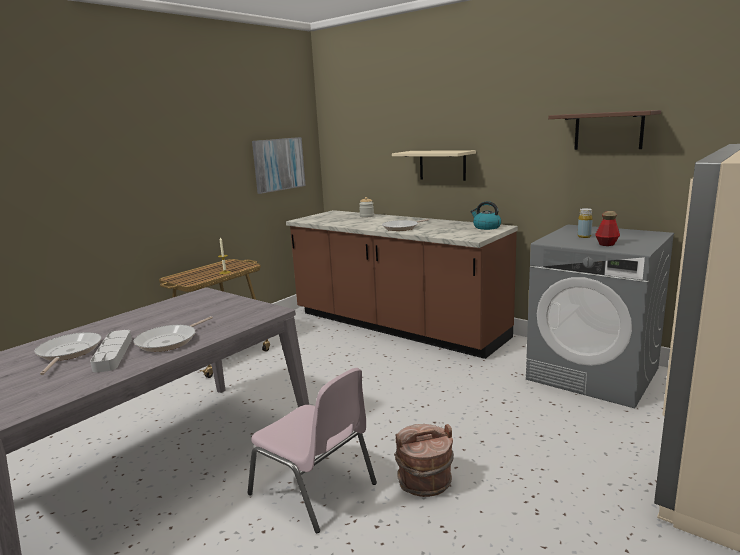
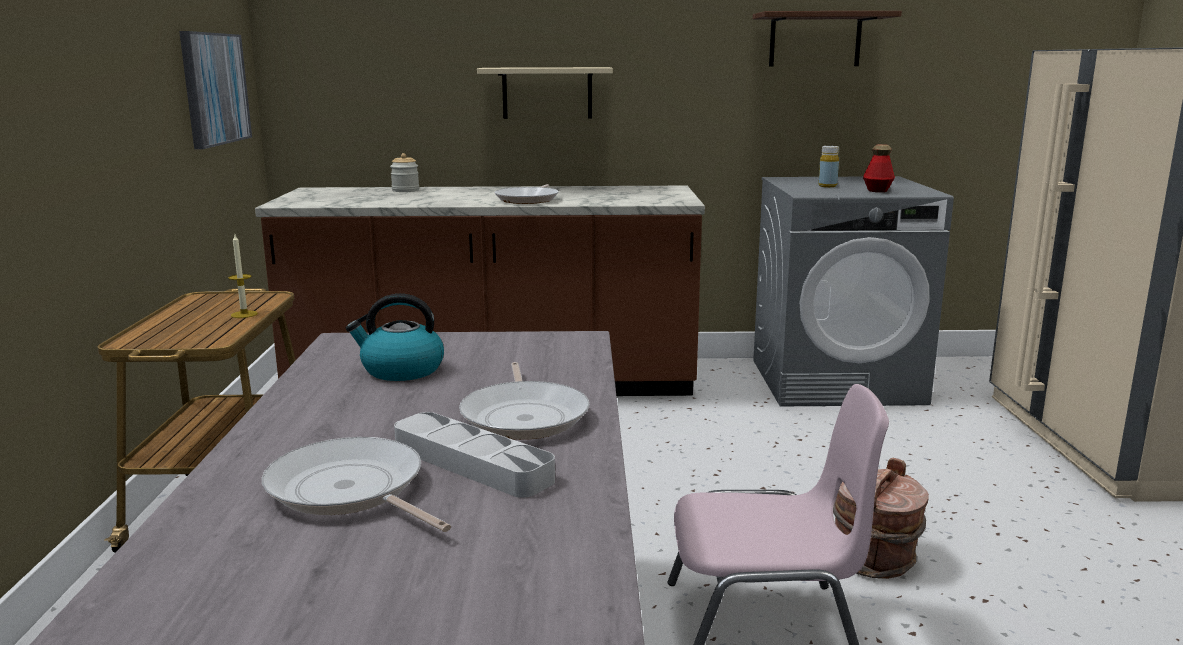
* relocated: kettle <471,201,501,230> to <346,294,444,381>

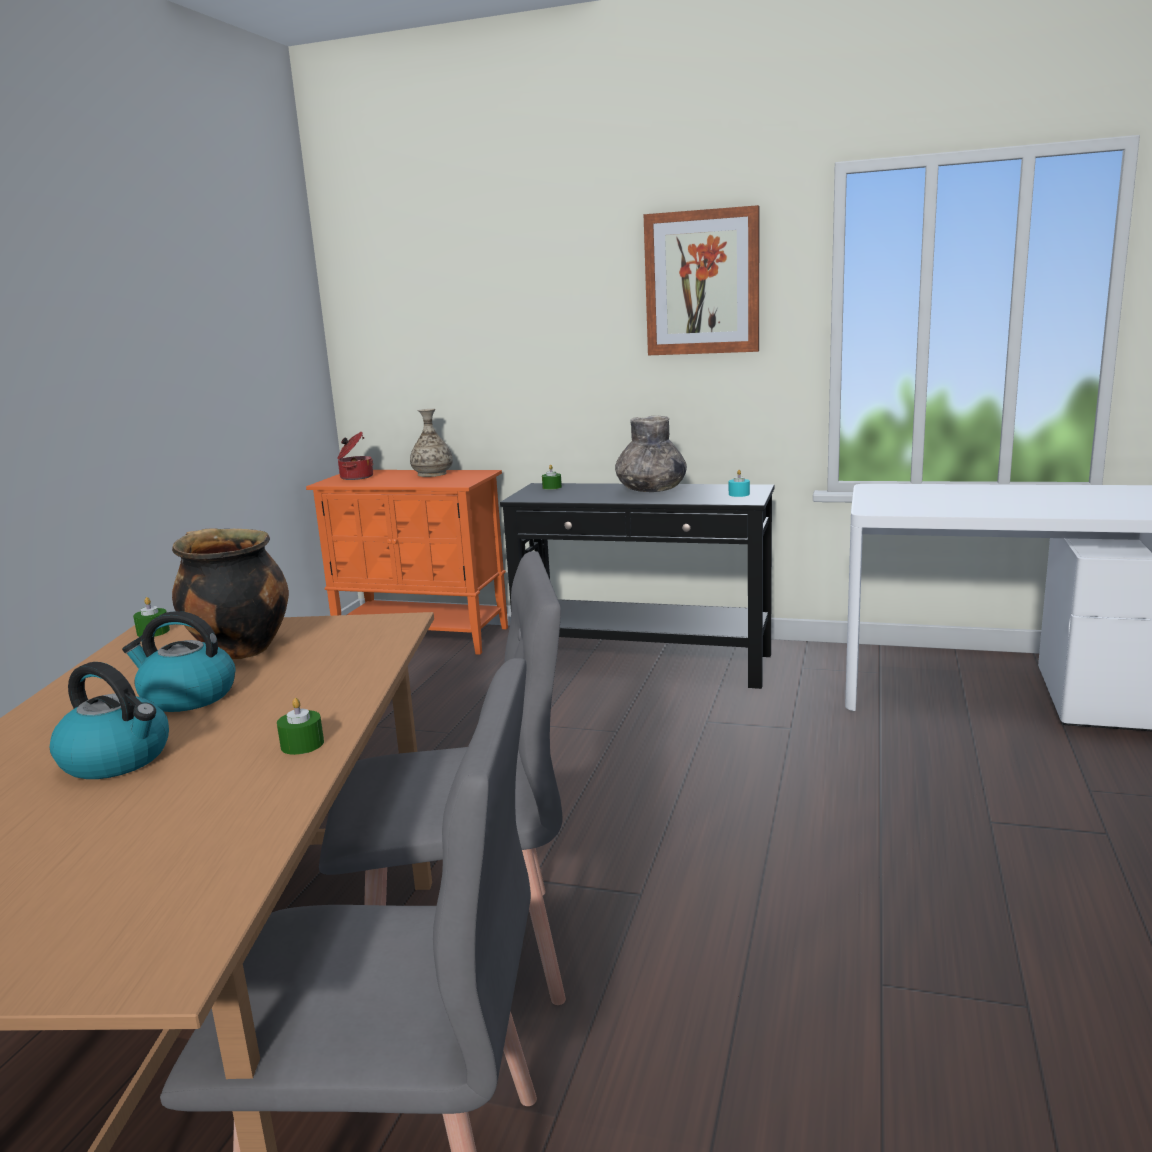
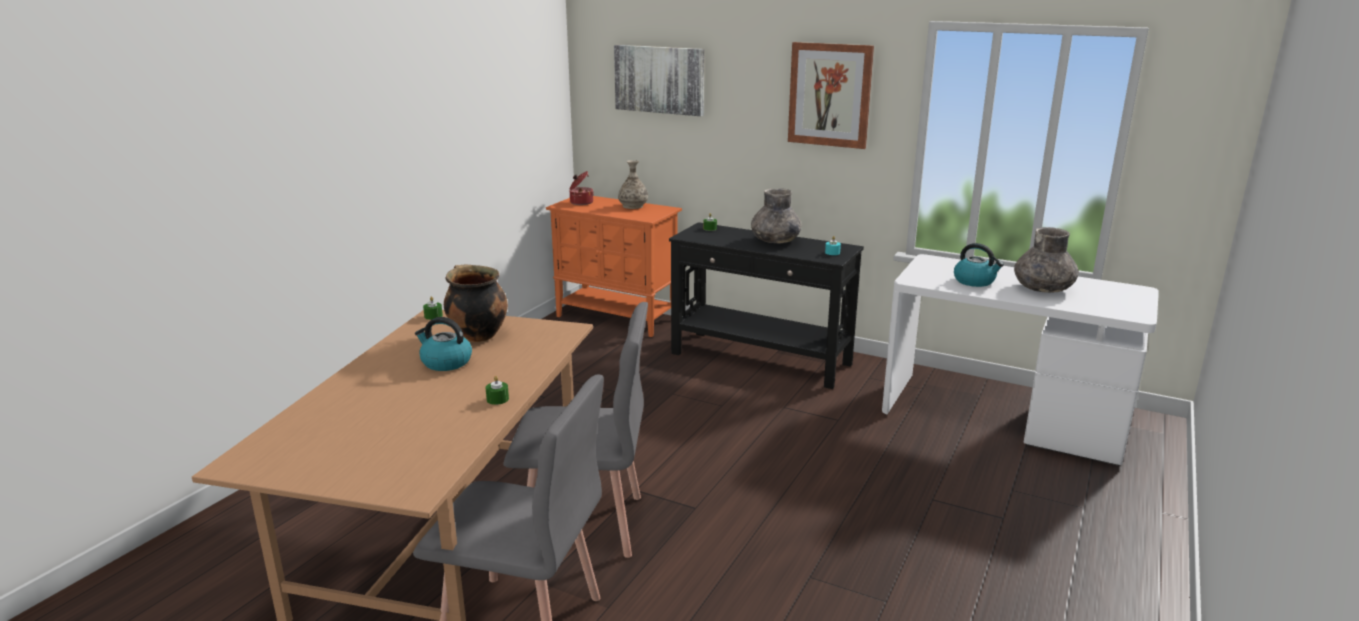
* relocated: kettle <50,662,169,779> to <954,243,1004,287>
* appeared: picture <614,45,704,116>
* appeared: grey decorative vase <1014,227,1079,293>

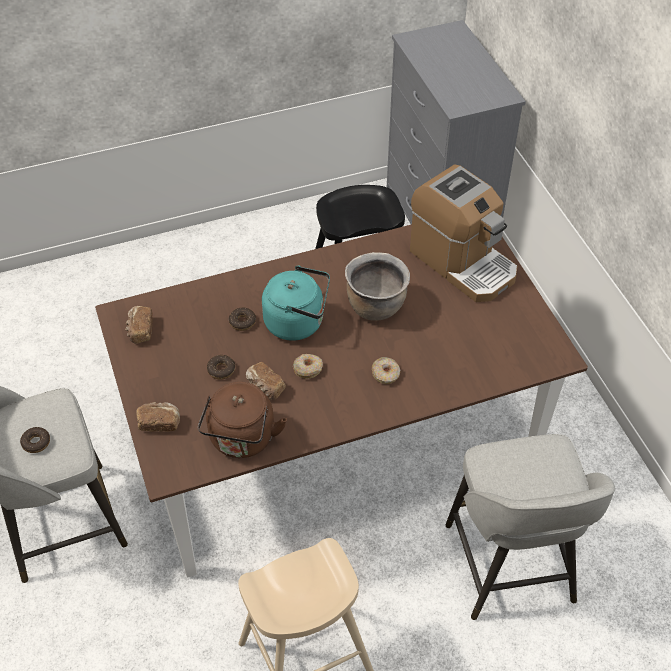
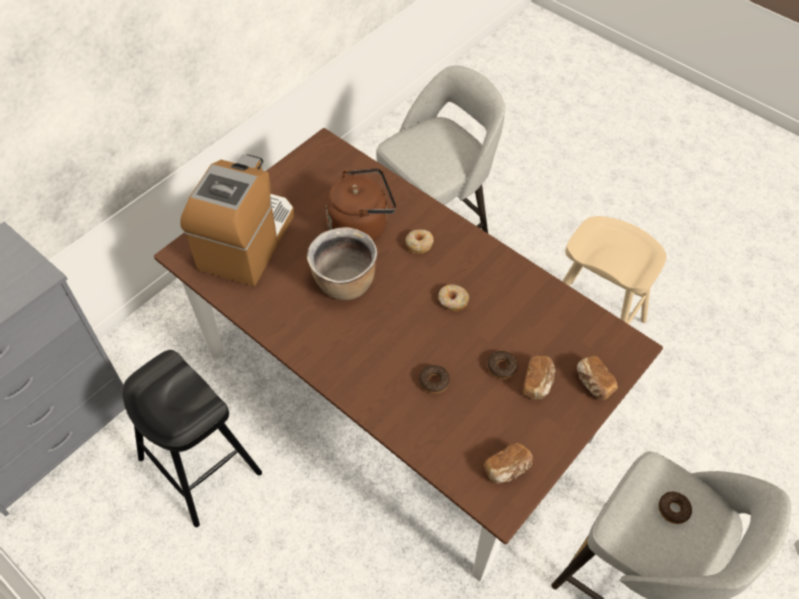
* relocated: brown-coloured kettle <198,382,287,458> to <326,168,396,241>
* relocated: baked bread <246,362,286,400> to <522,356,556,400>
* missing: turquoise kettle <262,265,330,341>

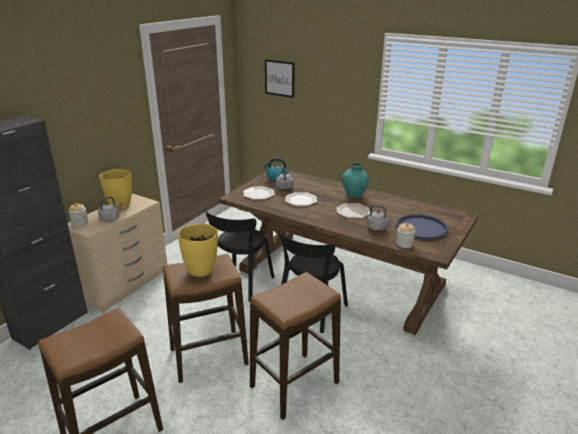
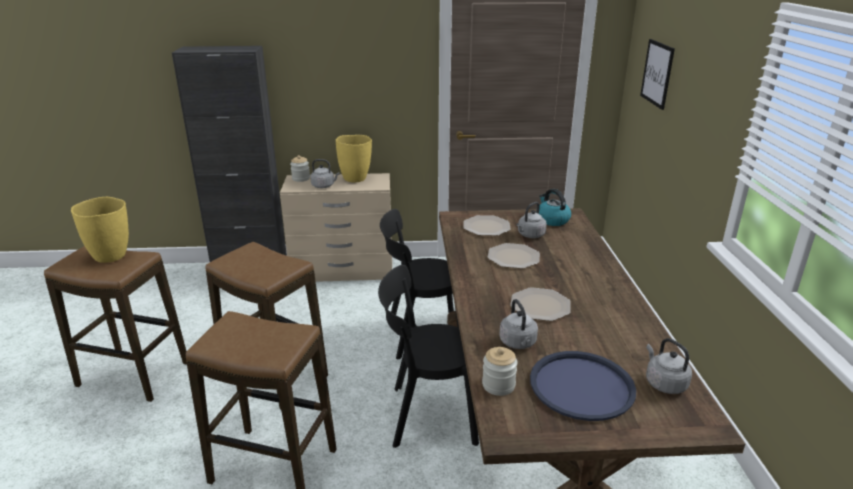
* relocated: yellowish decorative vase <178,223,218,277> to <71,197,129,263>
* missing: turquoise decorative vase <342,163,369,198>
* appeared: grey kettle <646,338,692,394>

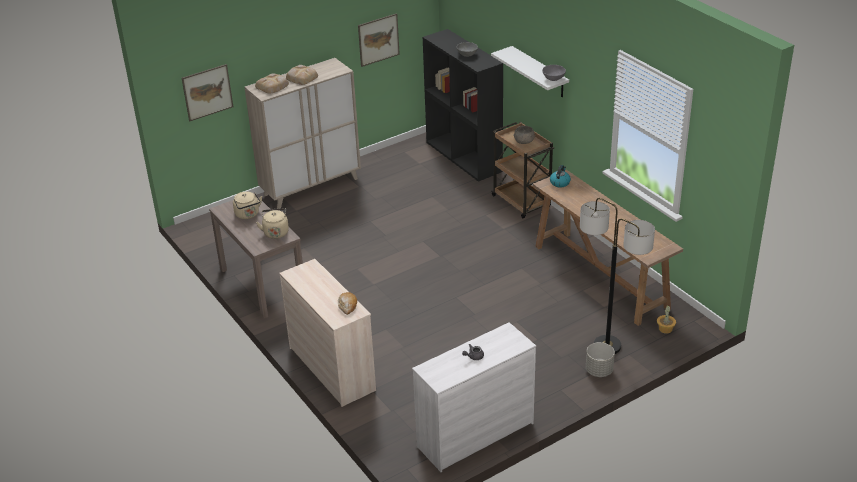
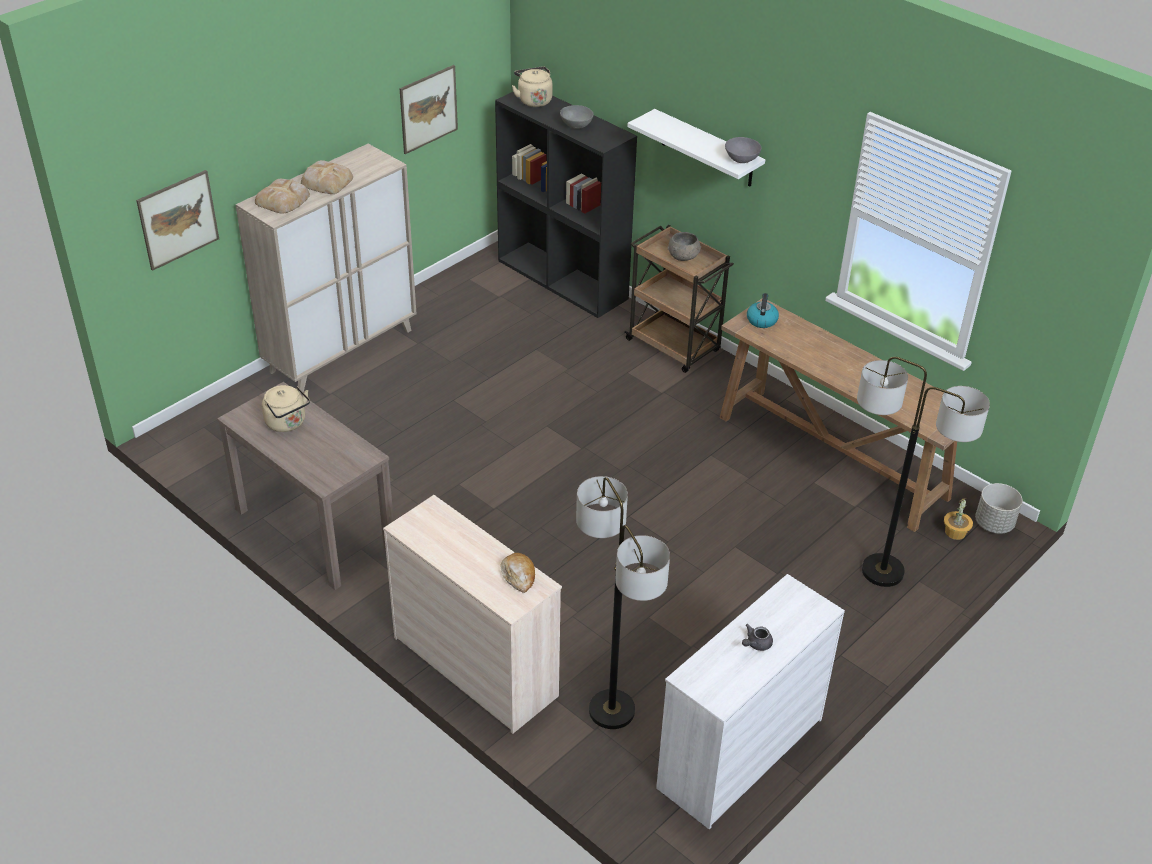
* relocated: beige-coloured kettle <256,208,289,239> to <512,67,553,107>
* relocated: grey flower pot <586,342,615,377> to <975,483,1023,534>
* appeared: standing lamp <576,476,670,729>

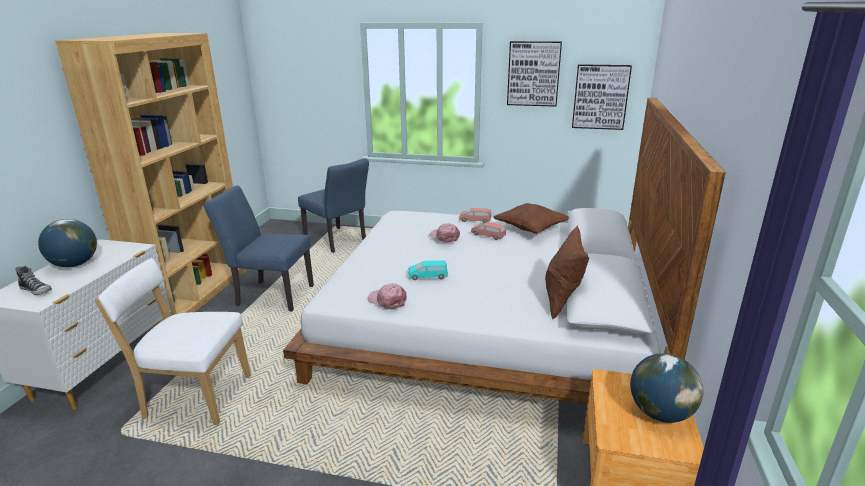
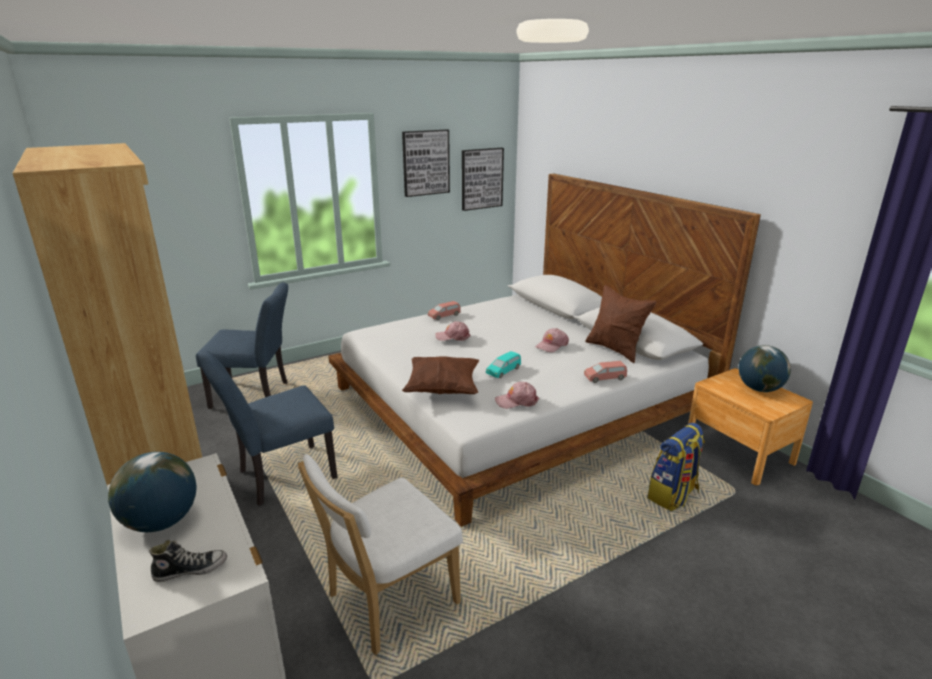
* relocated: pink-coloured toy car <471,222,506,240> to <584,361,627,383>
* relocated: brown-coloured throw pillow <493,203,569,234> to <402,356,479,394>
* appeared: pink-coloured cap <536,328,569,352>
* appeared: backpack <648,423,705,511>

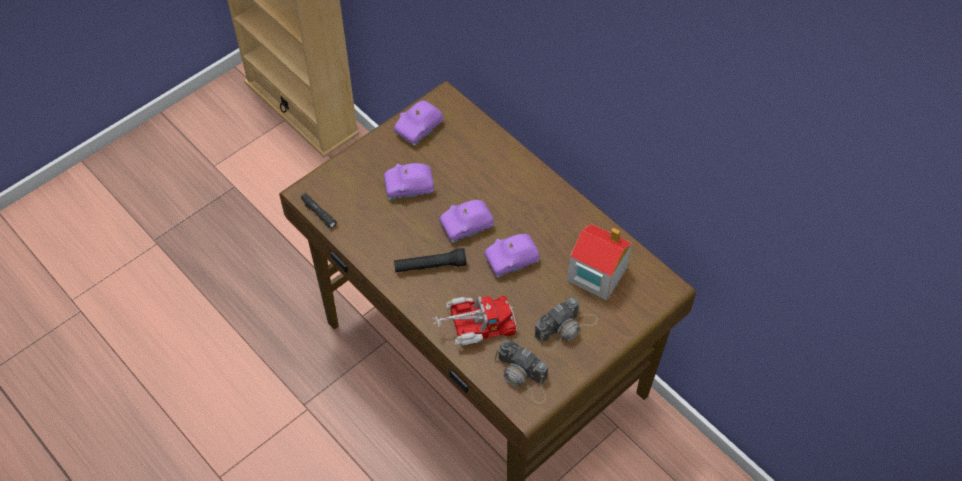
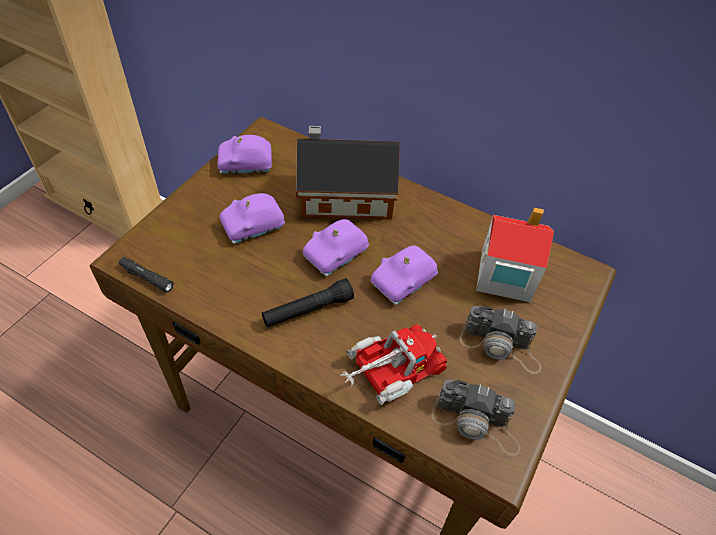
* spun: purple-coloured toy car <394,100,444,146> = <218,135,272,174> 60 degrees clockwise
* spun: photo camera <534,297,598,351> = <460,306,542,374> 75 degrees clockwise
* appeared: toy house <296,126,400,220>

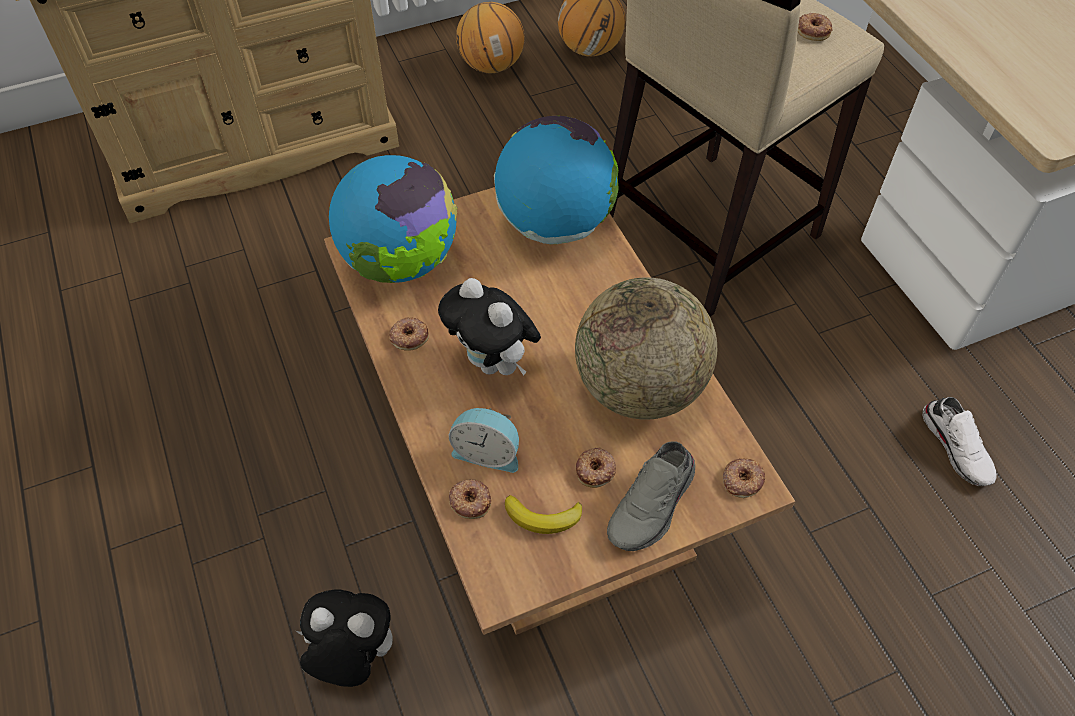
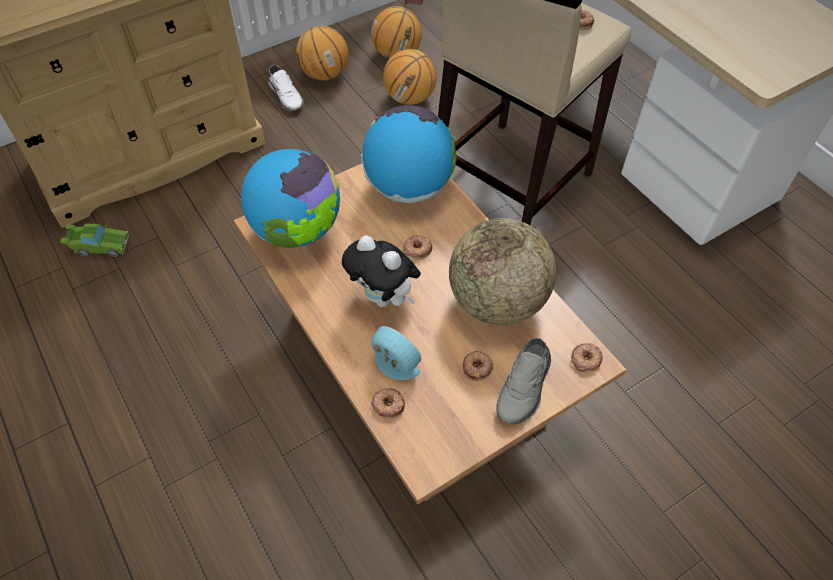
* missing: cuddly toy <296,589,393,687>
* relocated: ring doughnut <389,317,429,351> to <403,235,432,260>
* spun: bedside clock <449,408,519,473> = <371,326,421,380> 150 degrees counterclockwise
* missing: whole banana <505,495,582,534>
* relocated: whitish low shoe <922,397,997,486> to <268,65,304,111>
* appeared: green toy car <60,224,129,257>
* appeared: ball for basketball <383,49,437,105>

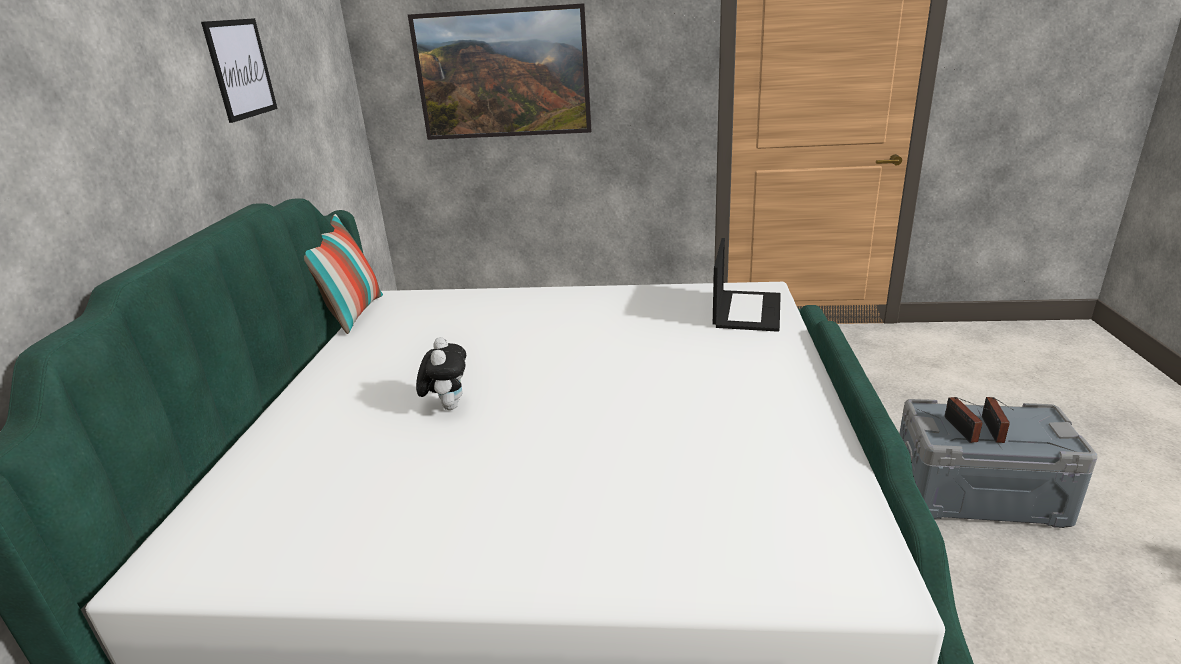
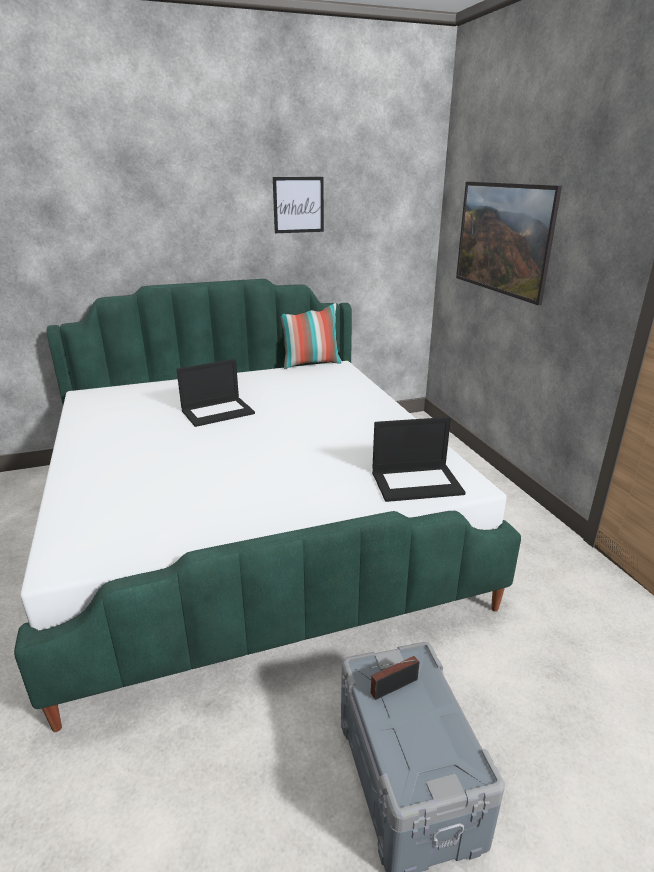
* exchanged: cuddly toy <416,337,466,410> to notebook computer <176,359,255,427>
* missing: radio <982,397,1014,443>

